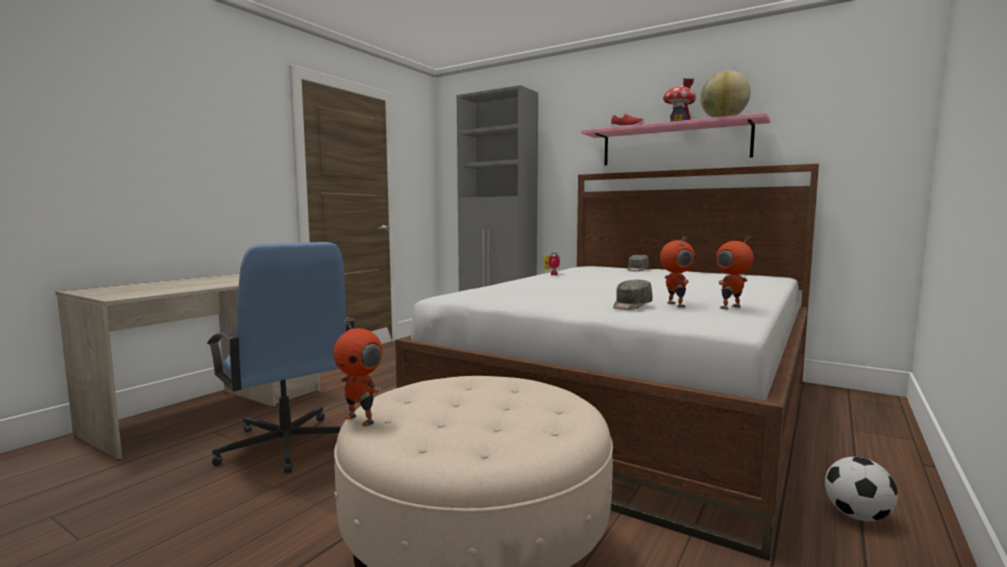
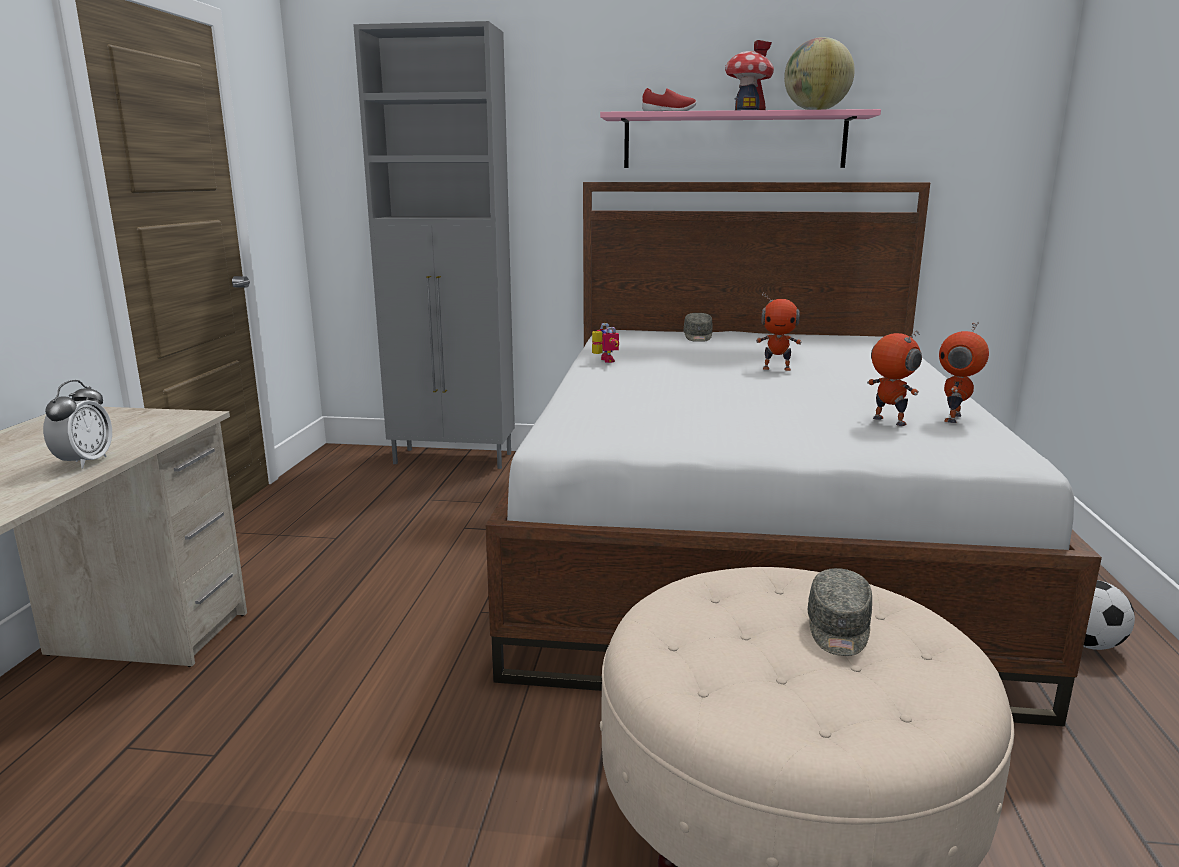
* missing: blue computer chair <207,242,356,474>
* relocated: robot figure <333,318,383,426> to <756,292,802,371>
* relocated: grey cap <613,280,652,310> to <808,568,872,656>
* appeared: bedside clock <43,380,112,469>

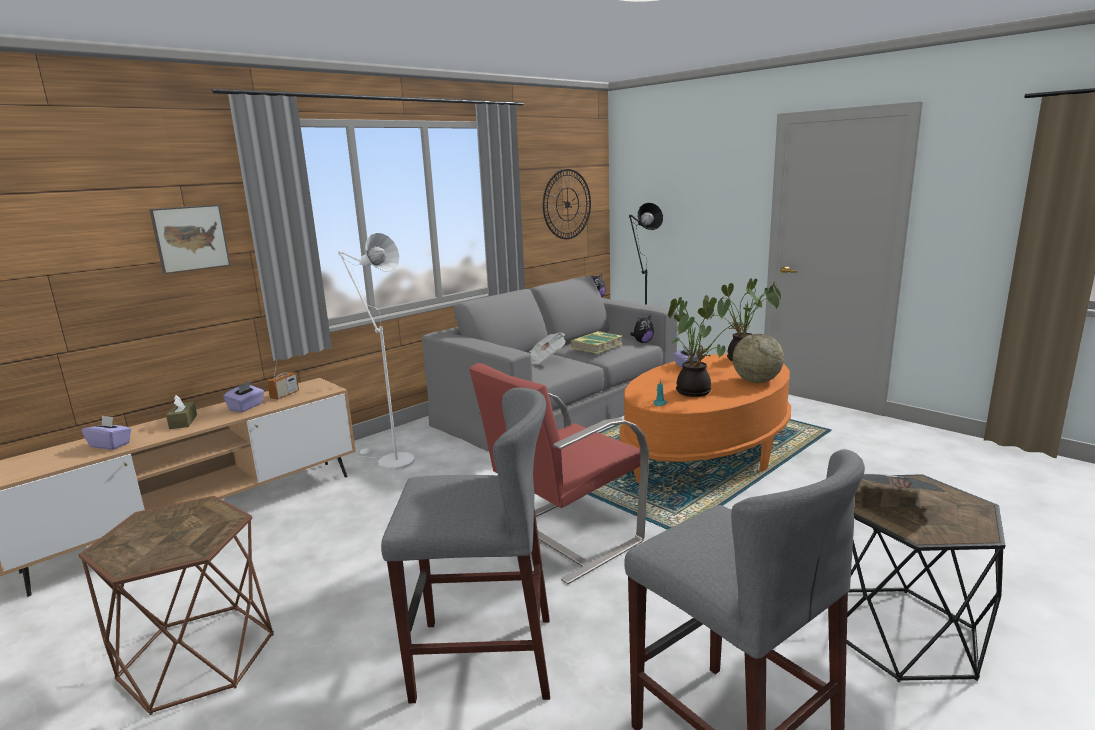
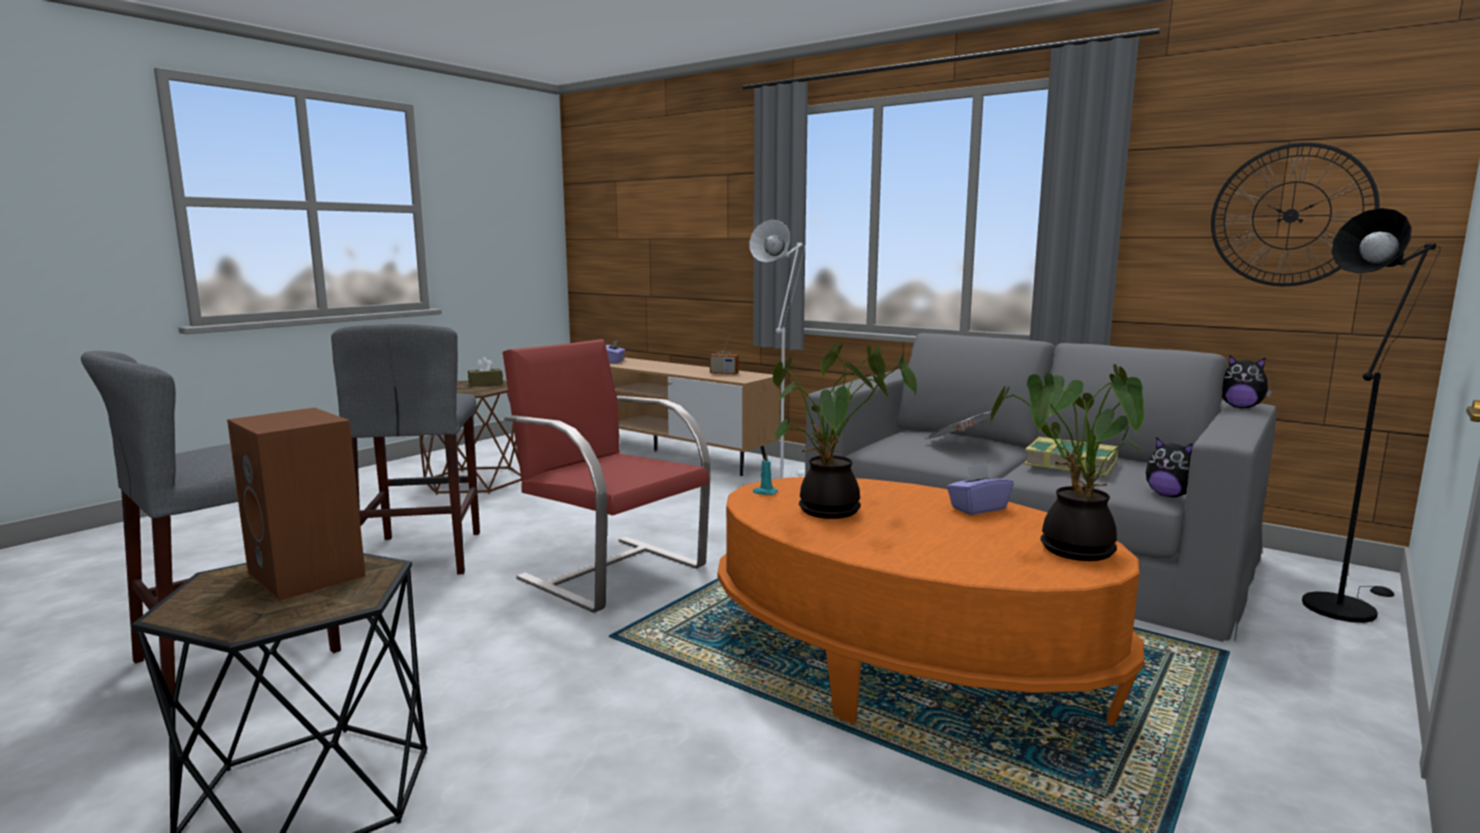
* missing: picture <149,205,231,274>
* relocated: brown-coloured tissue box <166,395,197,429> to <468,357,503,386>
* missing: purple-coloured tissue box <223,381,264,412>
* missing: desk globe <733,334,784,383>
* exchanged: daily paper <863,473,945,492> to brown-coloured loudspeaker <227,408,366,601>

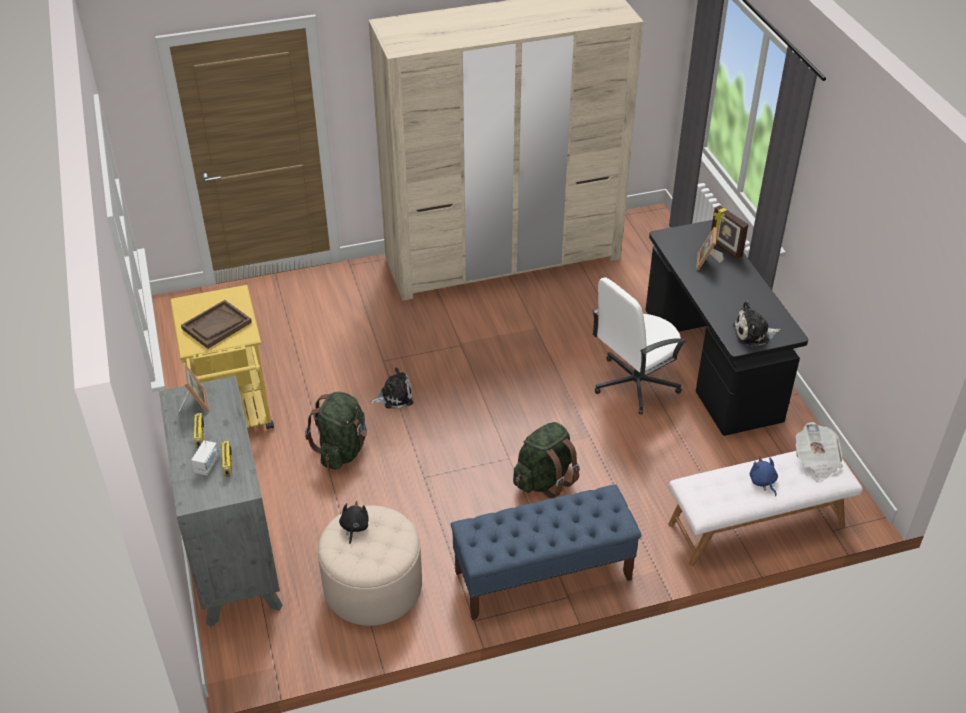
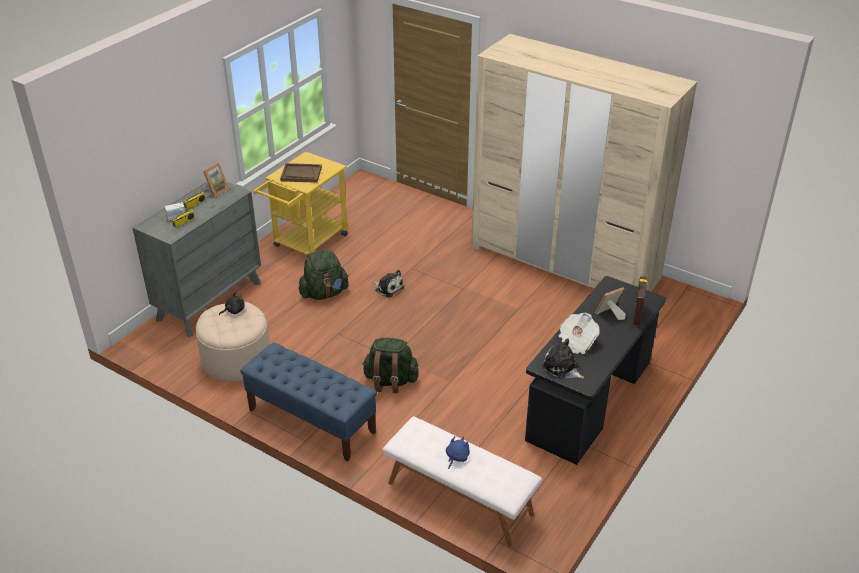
* missing: whitish computer chair <592,277,686,415>
* relocated: daily paper <796,422,843,481> to <559,313,600,354>

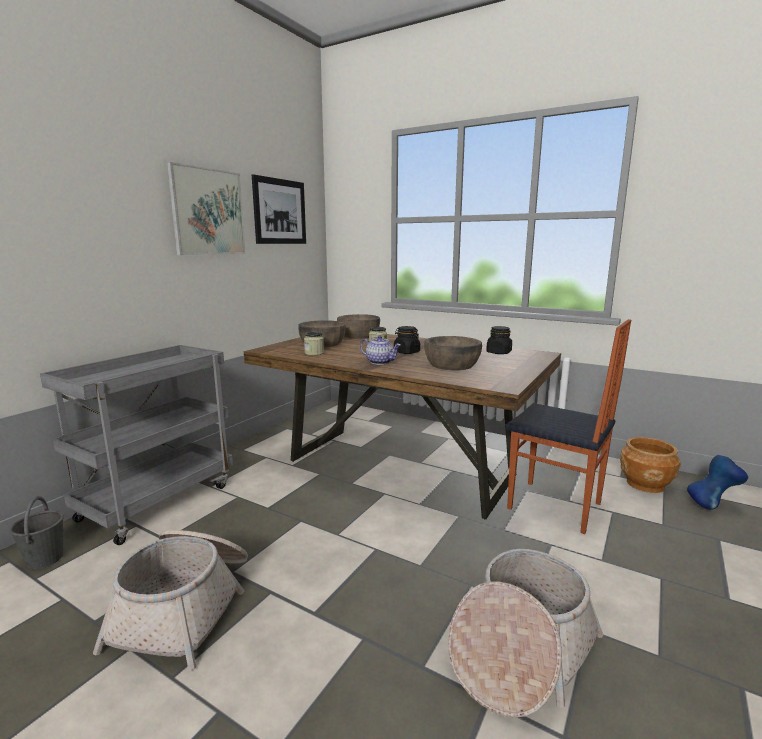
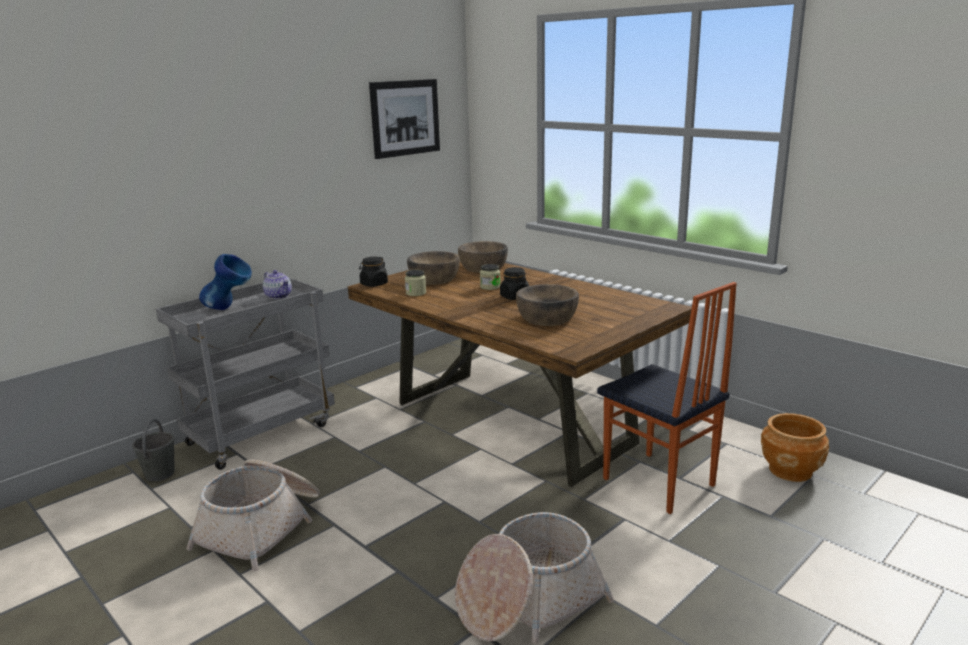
* missing: picture <167,162,246,255>
* relocated: teapot <360,335,401,365> to <263,270,292,299>
* relocated: black-coloured jar <486,326,512,354> to <359,257,388,287>
* relocated: blue decorative vase <687,455,748,510> to <199,254,252,310>

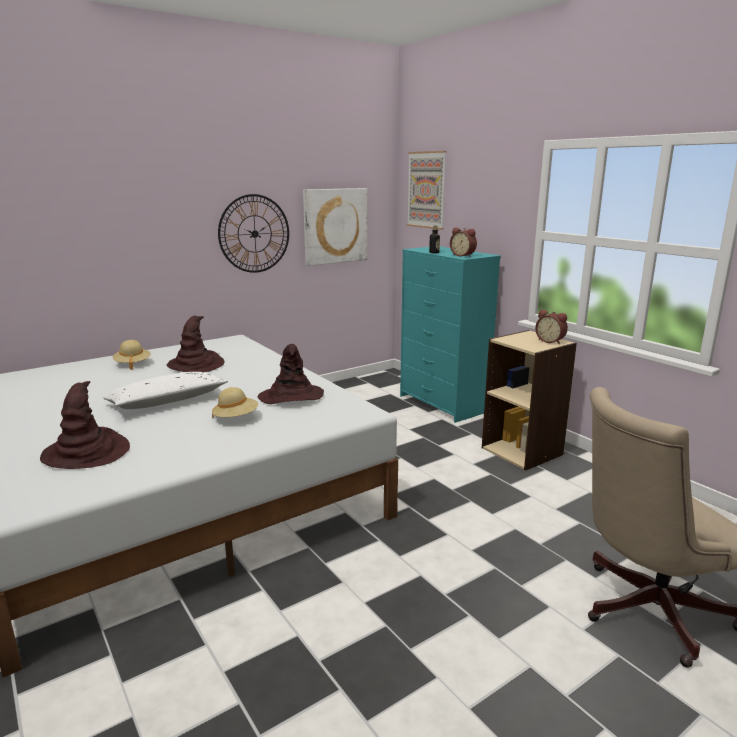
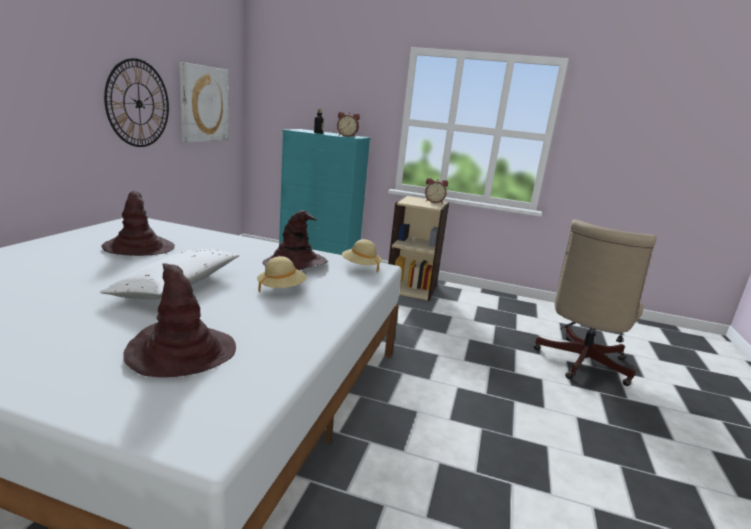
* relocated: beige-coloured clothing hat <113,340,151,370> to <342,239,382,272>
* missing: picture <407,151,447,230>

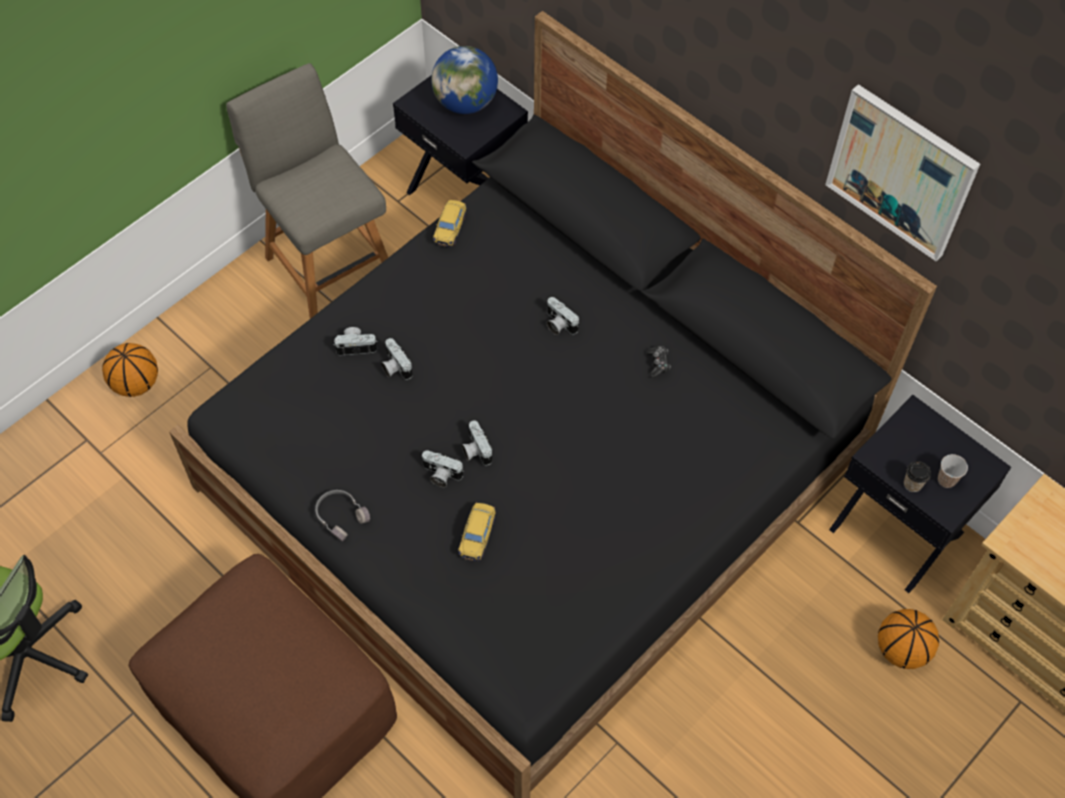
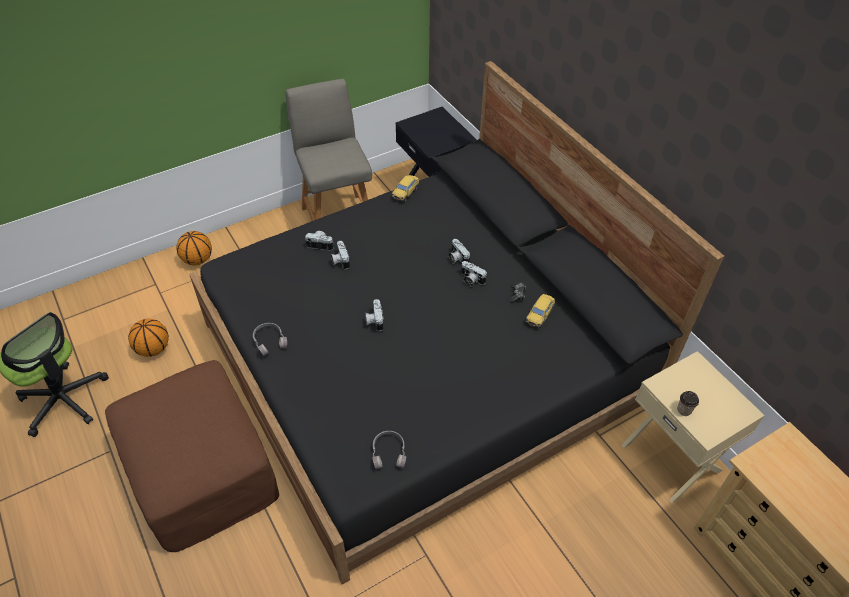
* relocated: photo camera <422,450,464,487> to <461,261,487,287>
* missing: desk globe <431,46,498,114>
* relocated: toy car <458,502,496,561> to <525,294,555,328>
* missing: picture <825,84,980,262>
* colour: black-coloured bedside table <829,395,1011,593> to beige-coloured bedside table <621,351,765,503>
* relocated: ball for basketball <878,609,939,669> to <128,319,169,357>
* missing: cup <938,454,968,488>
* appeared: grey headset <373,431,406,469>

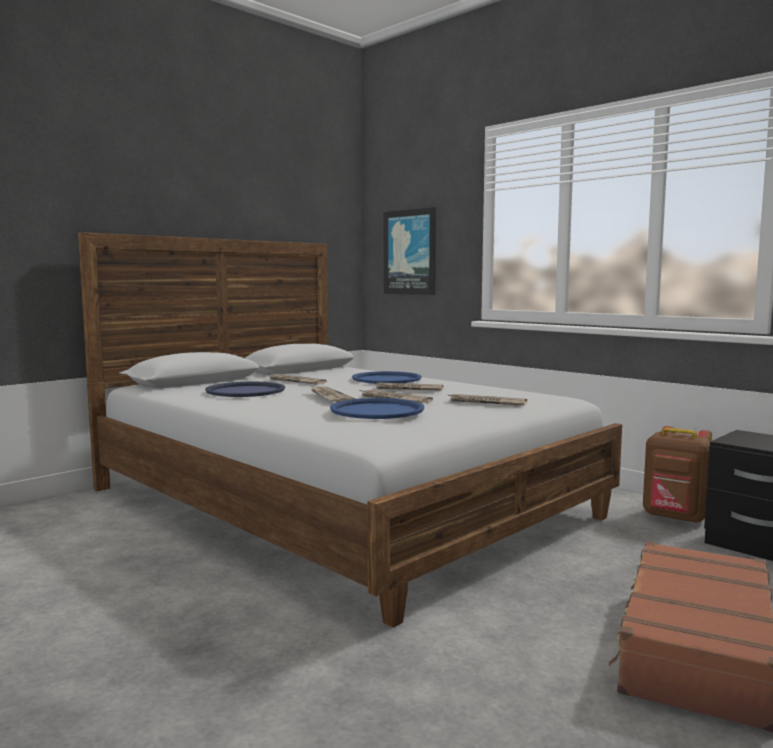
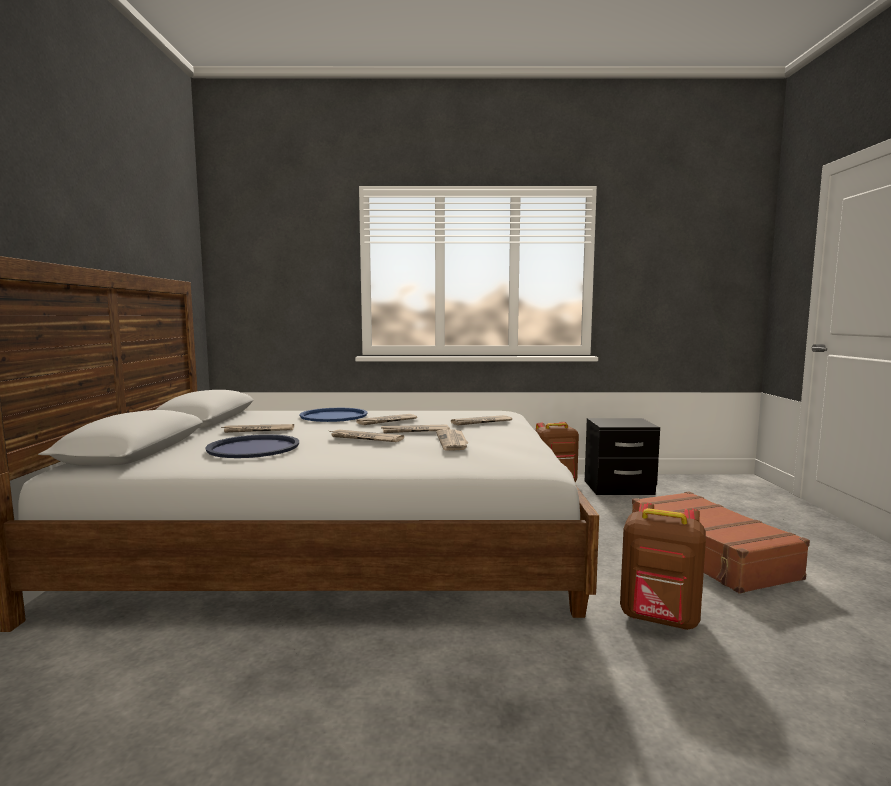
* exchanged: blue carrying tray <330,398,424,419> to daily paper <436,429,468,451>
* missing: picture <384,207,436,295>
* appeared: brown-coloured backpack <620,502,706,630>

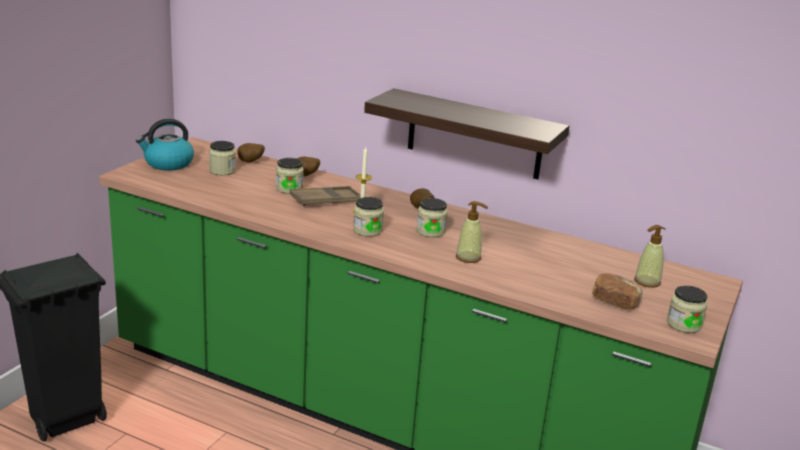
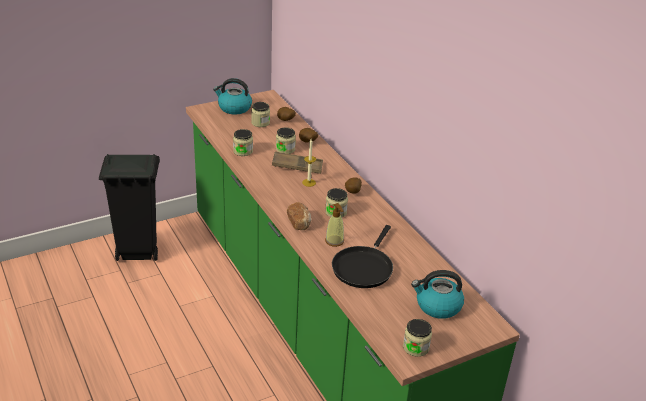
* relocated: jar <353,197,384,237> to <233,129,253,156>
* missing: wall shelf <364,88,569,180>
* relocated: baked bread <592,273,642,309> to <287,202,312,230>
* exchanged: liquid soap bottle <634,225,666,288> to kettle <411,270,464,319>
* appeared: black-coloured skillet <332,225,393,288>

